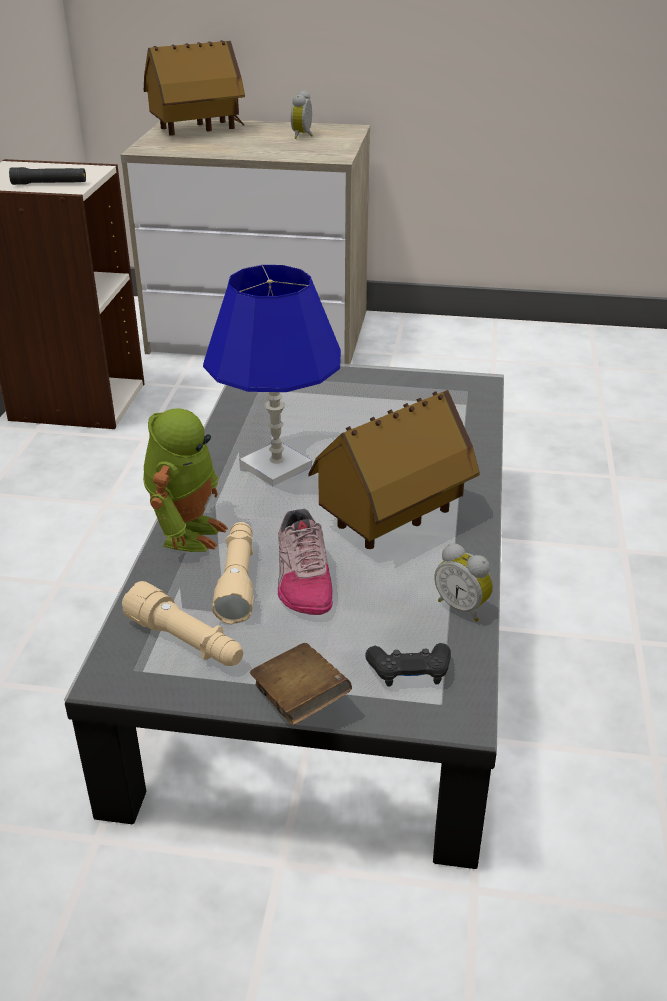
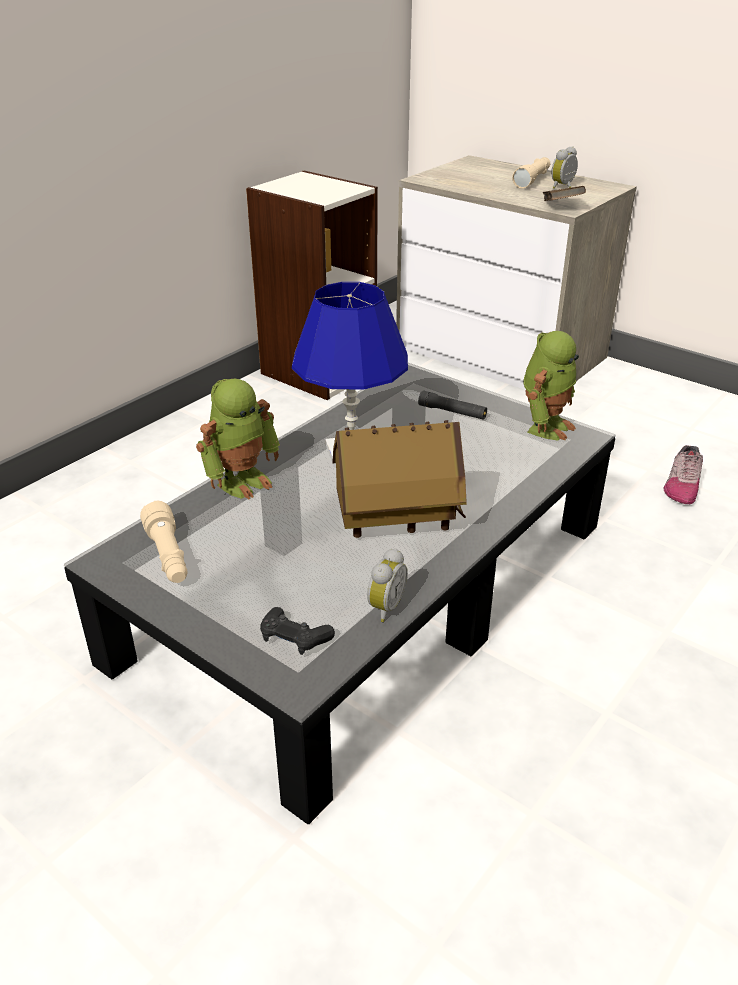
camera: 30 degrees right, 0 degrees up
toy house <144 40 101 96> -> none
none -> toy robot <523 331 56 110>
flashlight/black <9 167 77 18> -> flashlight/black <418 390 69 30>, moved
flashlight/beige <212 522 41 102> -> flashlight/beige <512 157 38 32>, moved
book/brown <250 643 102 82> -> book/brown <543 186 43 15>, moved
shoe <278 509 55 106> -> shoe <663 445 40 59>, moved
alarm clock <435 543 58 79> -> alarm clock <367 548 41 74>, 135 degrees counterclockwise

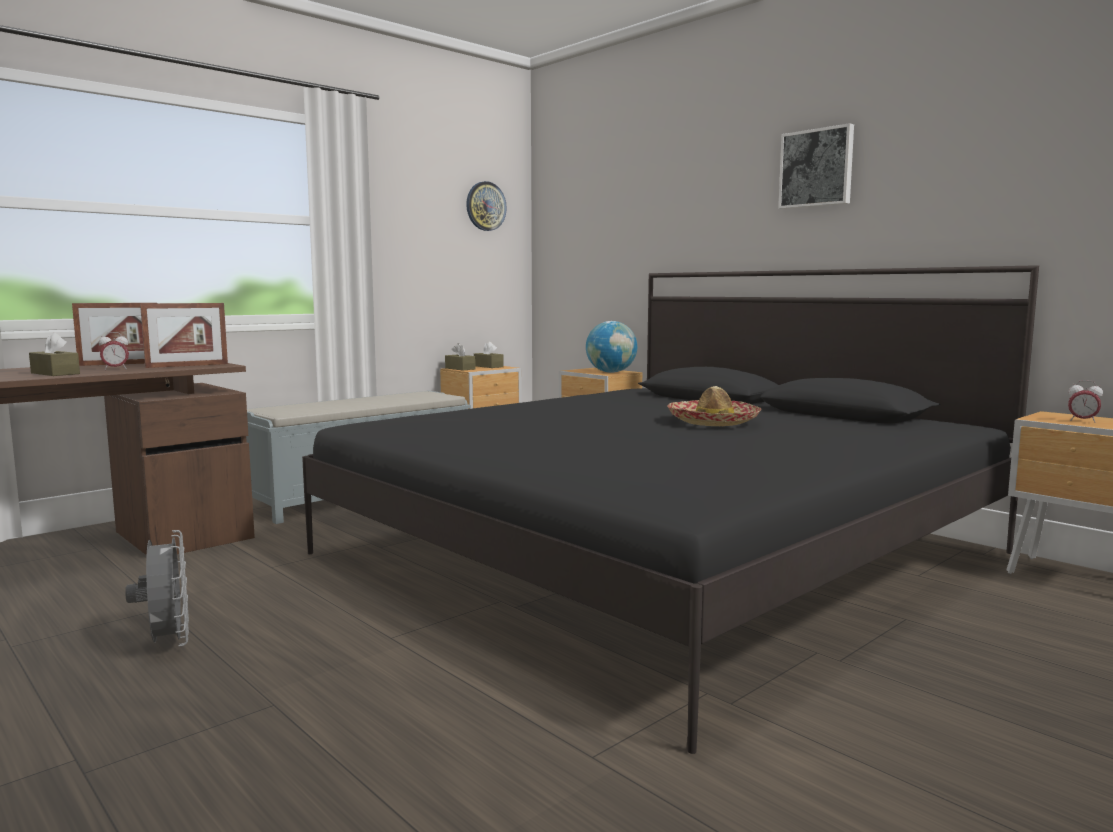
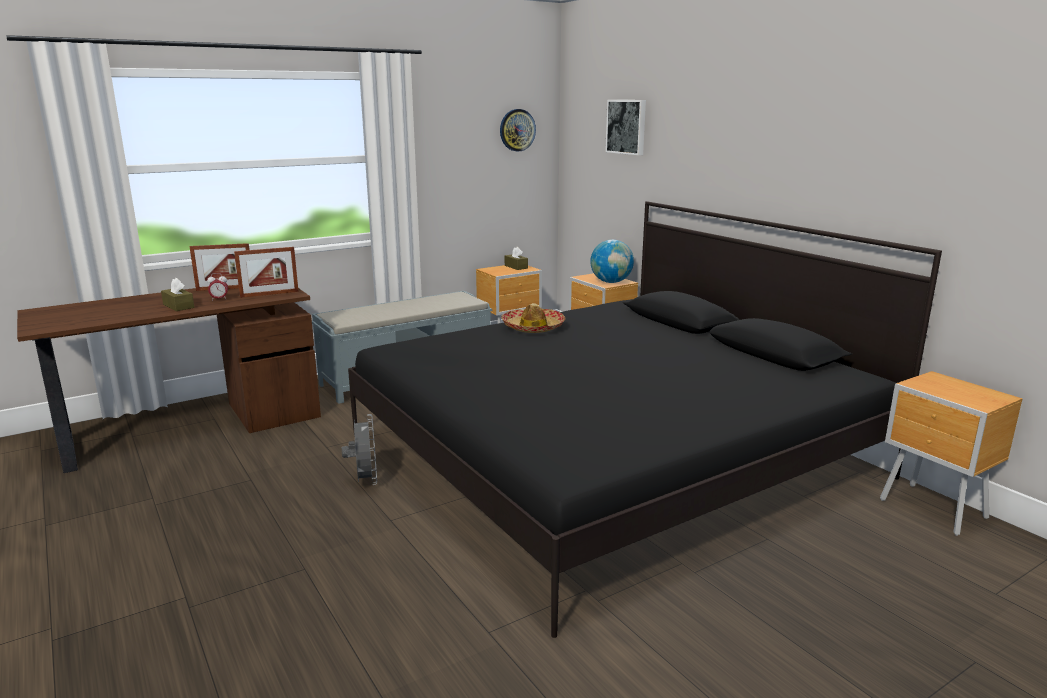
camera: 10 degrees right, 10 degrees up
tissue box/brown <445 343 31 27> -> none
alarm clock <1068 380 35 43> -> none
fan/grey <125 530 64 116> -> fan/grey <342 414 35 71>, moved
hat <667 386 95 40> -> hat <501 303 64 30>, moved
picture <778 123 76 86> -> picture <605 100 41 55>, moved

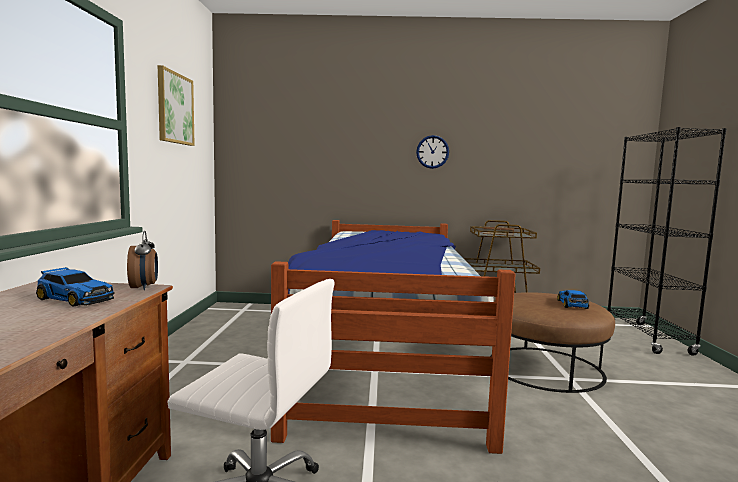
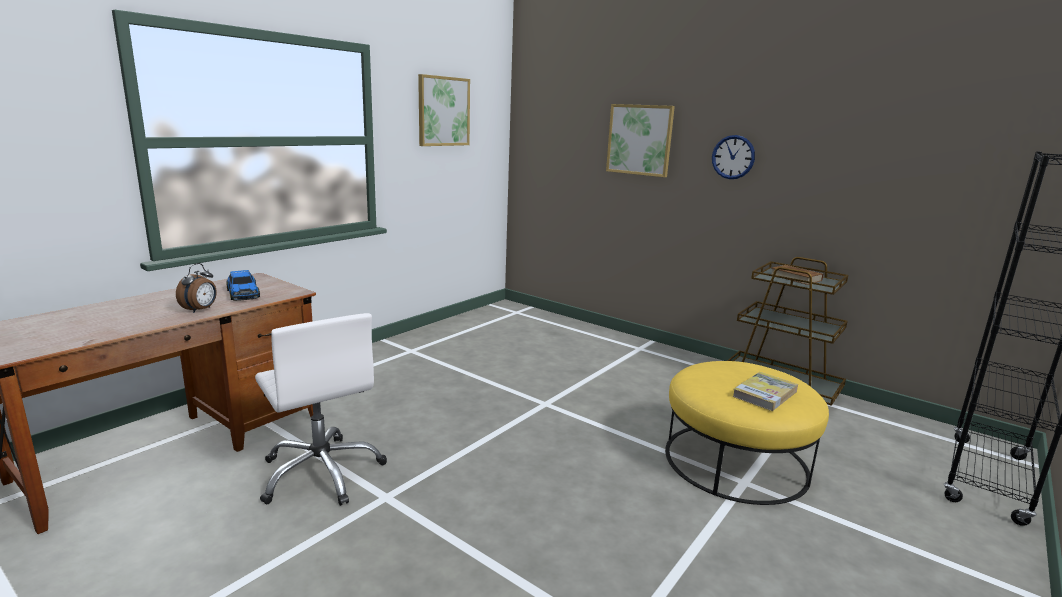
camera: 35 degrees right, 10 degrees up
bed <271 220 245 234> -> none
none -> picture <606 104 69 73>
alarm clock <127 231 31 59> -> alarm clock <176 263 41 50>, moved
toy car <557 290 32 19> -> book <732 372 66 39>
ottoman/brown <490 292 125 101> -> ottoman/yellow <665 361 164 144>

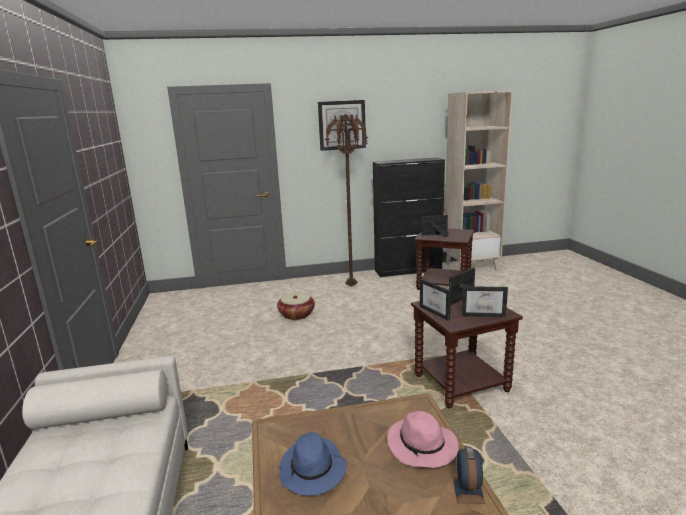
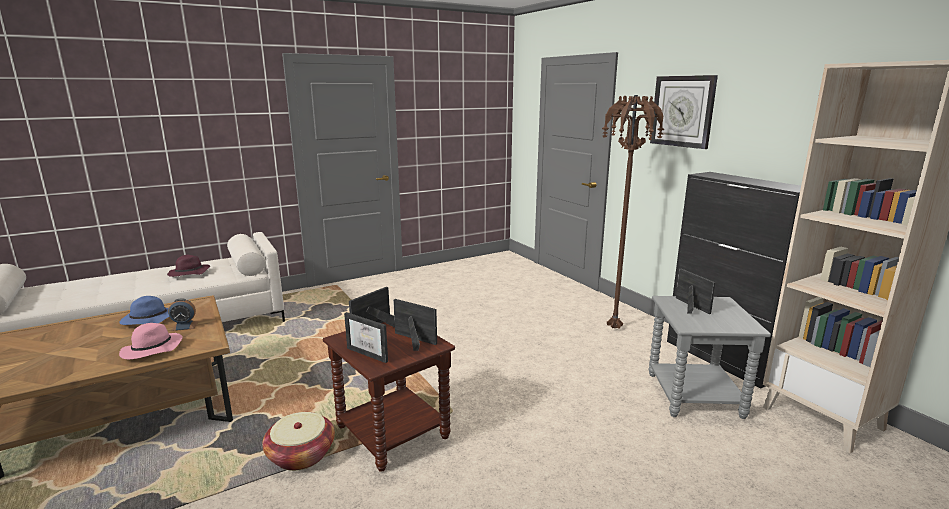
camera: 70 degrees right, 0 degrees up
none -> hat/purple <167 255 43 22>
basket <277 293 38 27> -> basket <262 412 73 59>, moved
alarm clock <453 447 32 57> -> alarm clock <168 298 30 33>, moved
side table/brown <414 228 60 62> -> side table/grey <648 296 123 123>
picture frame <462 286 46 31> -> picture frame <344 312 44 51>, 45 degrees counterclockwise

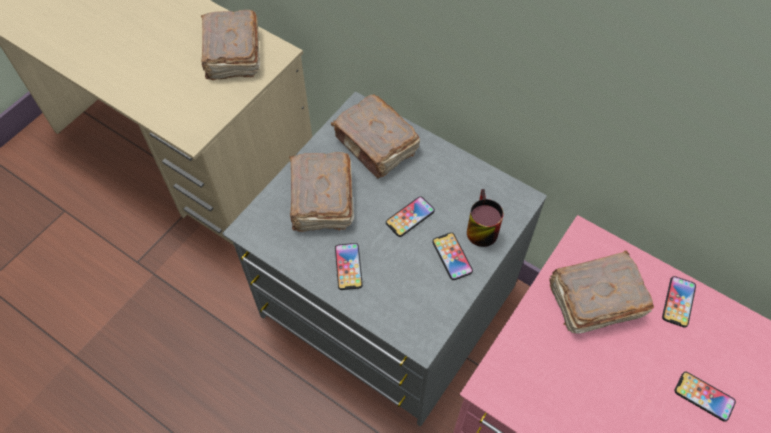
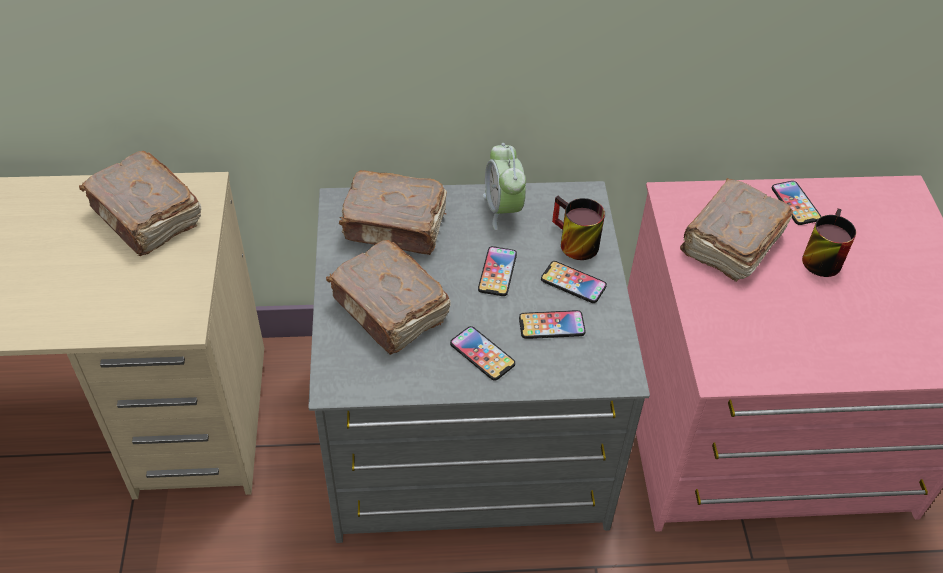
camera: 40 degrees left, 10 degrees down
none -> alarm clock <483 143 43 87>
none -> mug <802 209 54 68>
phone <674 372 62 50> -> phone <519 310 66 29>, moved

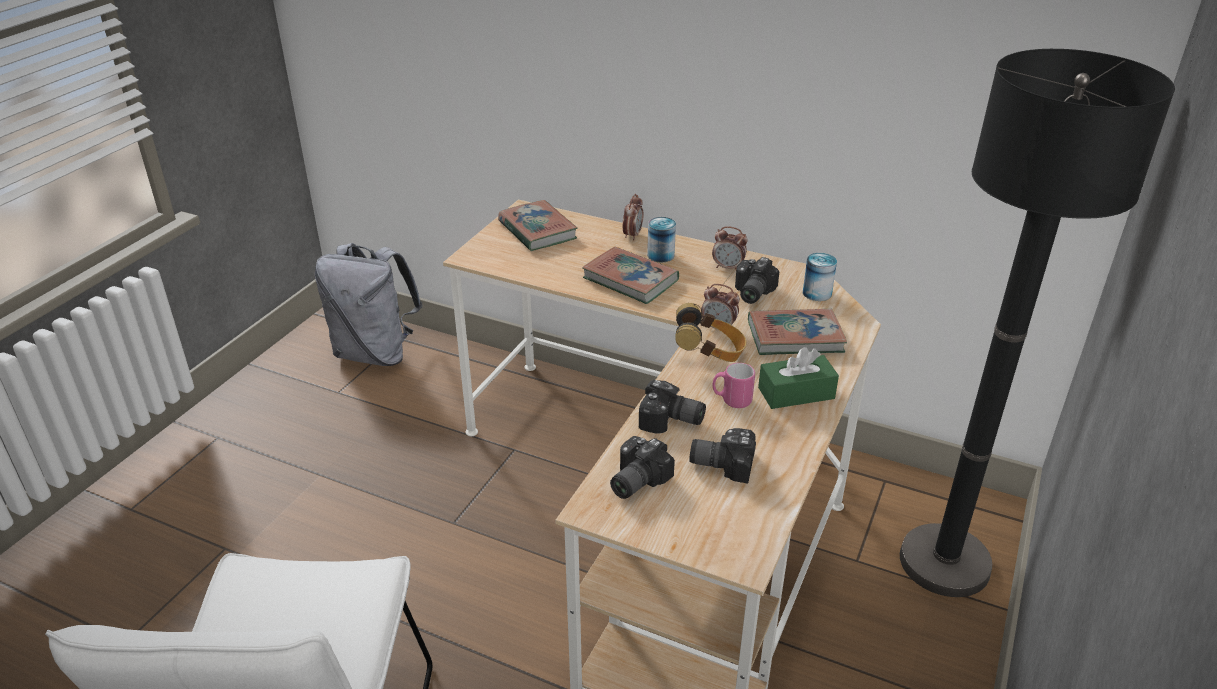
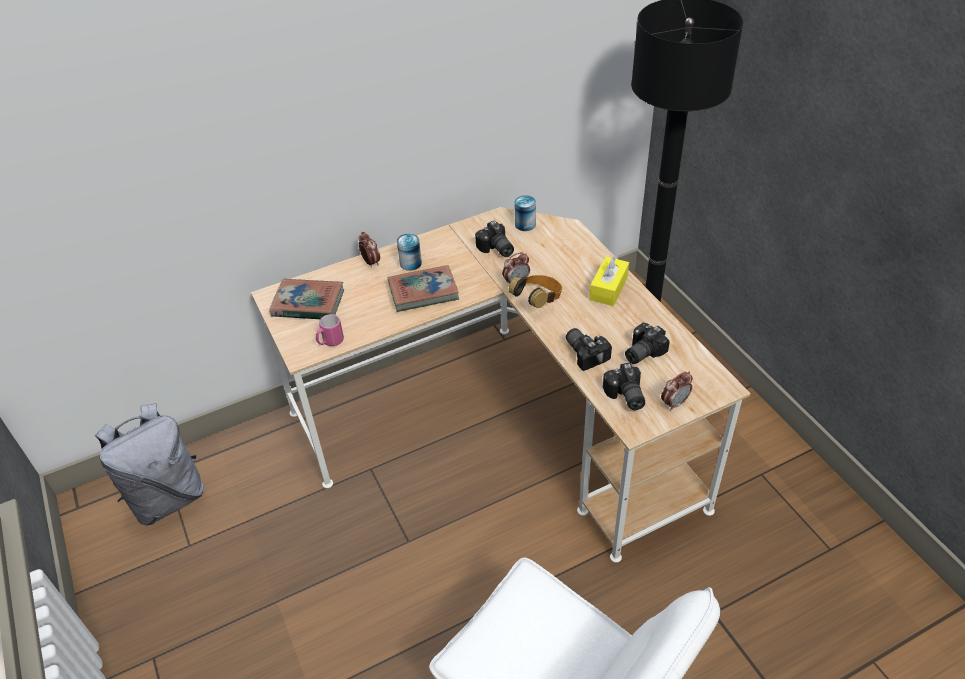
camera: 50 degrees left, 10 degrees up
book <748 309 99 46> -> none
alarm clock <712 226 36 43> -> alarm clock <661 371 32 40>, moved
mug/pink <713 363 42 45> -> mug/pink <316 314 28 32>, moved
tissue box/green <758 347 81 62> -> tissue box/yellow <590 255 39 51>
photo camera <639 380 67 54> -> photo camera <566 328 46 43>, 90 degrees counterclockwise

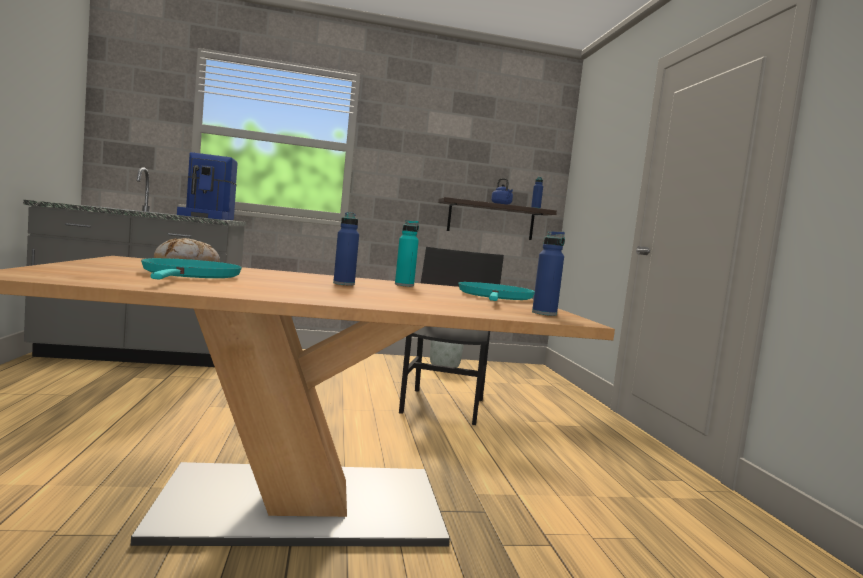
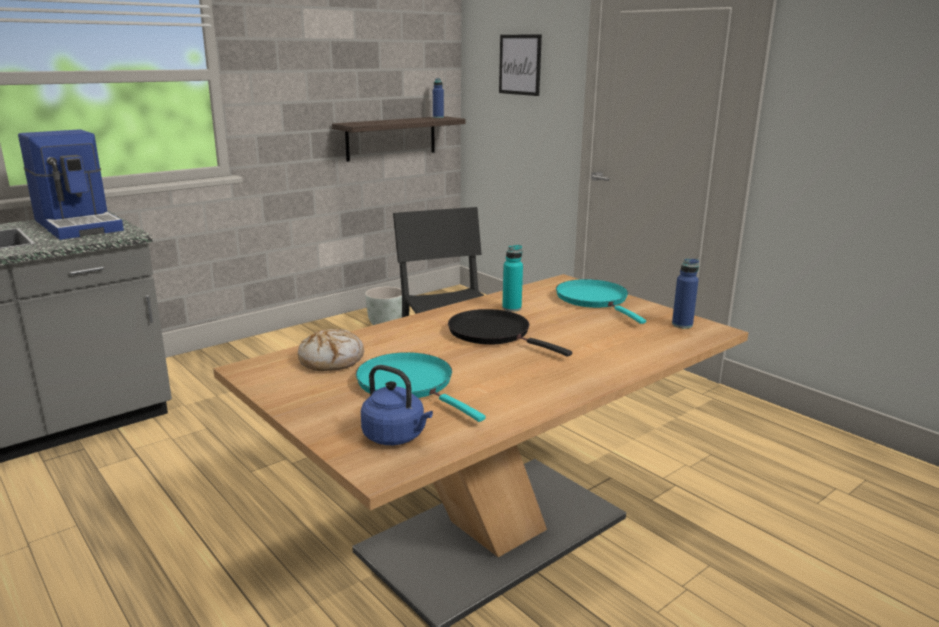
camera: 30 degrees left, 15 degrees up
none -> picture <499 34 43 62>
kettle/blue <491 178 22 27> -> kettle/blue <361 365 72 80>, moved
bottle/blue <333 212 26 74> -> frying pan/black <448 309 124 48>

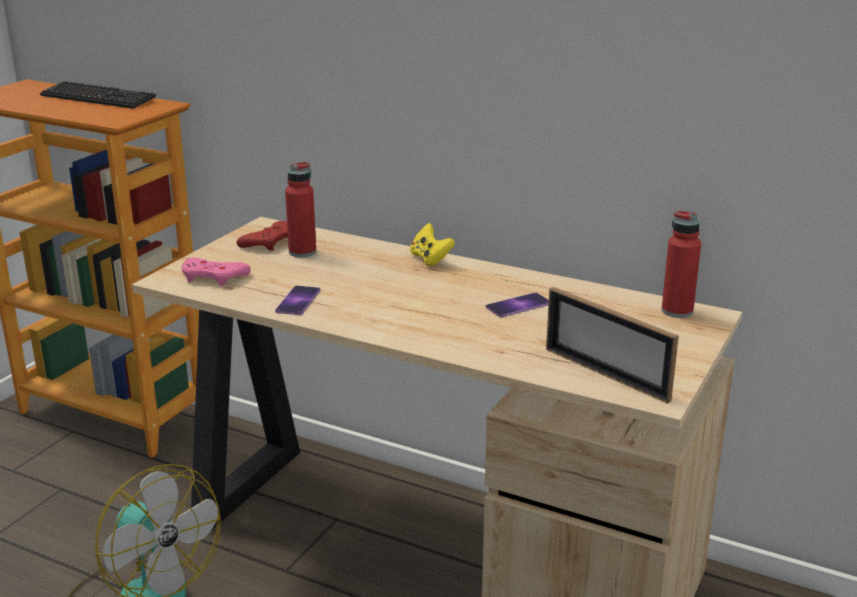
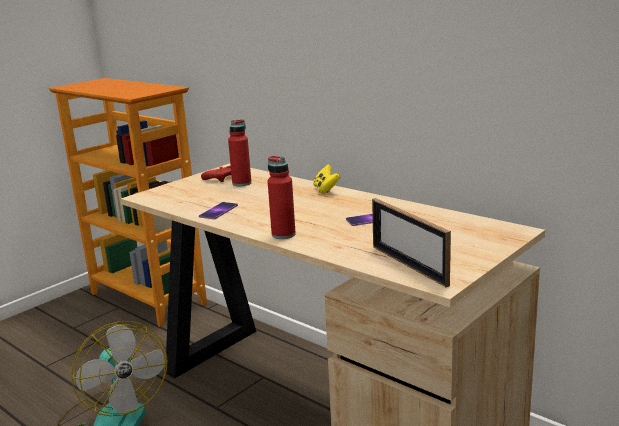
camera: 15 degrees right, 5 degrees down
keyboard <40 81 116 28> -> none
game controller/pink <182 258 69 28> -> none
bottle/red <661 211 40 107> -> bottle/red <268 156 28 83>, moved

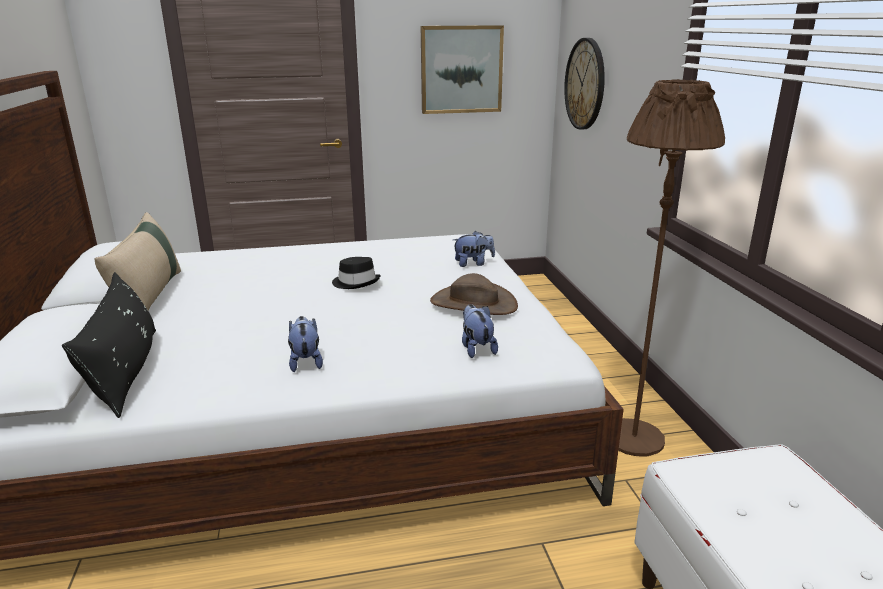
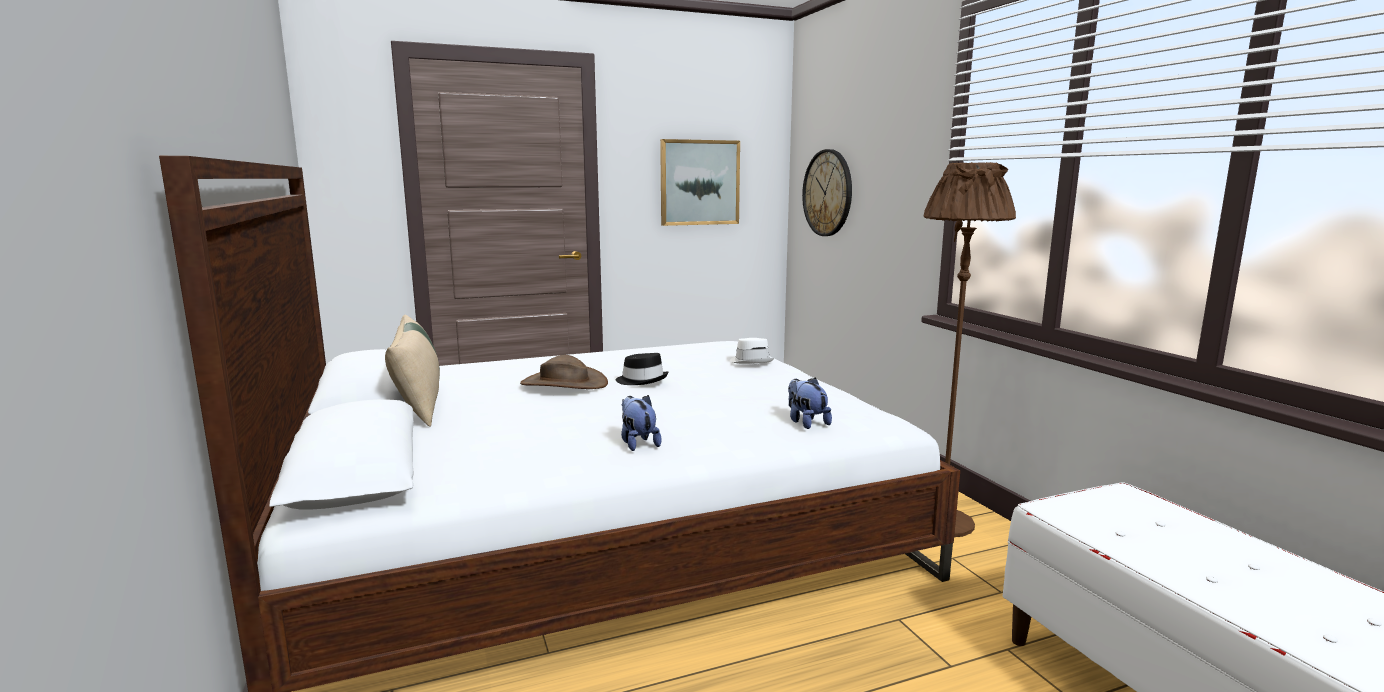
camera: 10 degrees left, 10 degrees down
pillow/black <62 272 94 146> -> none
hat/brown <430 273 88 42> -> hat/brown <520 355 88 34>, moved
plush toy <453 231 42 36> -> hat/white <730 338 44 26>

